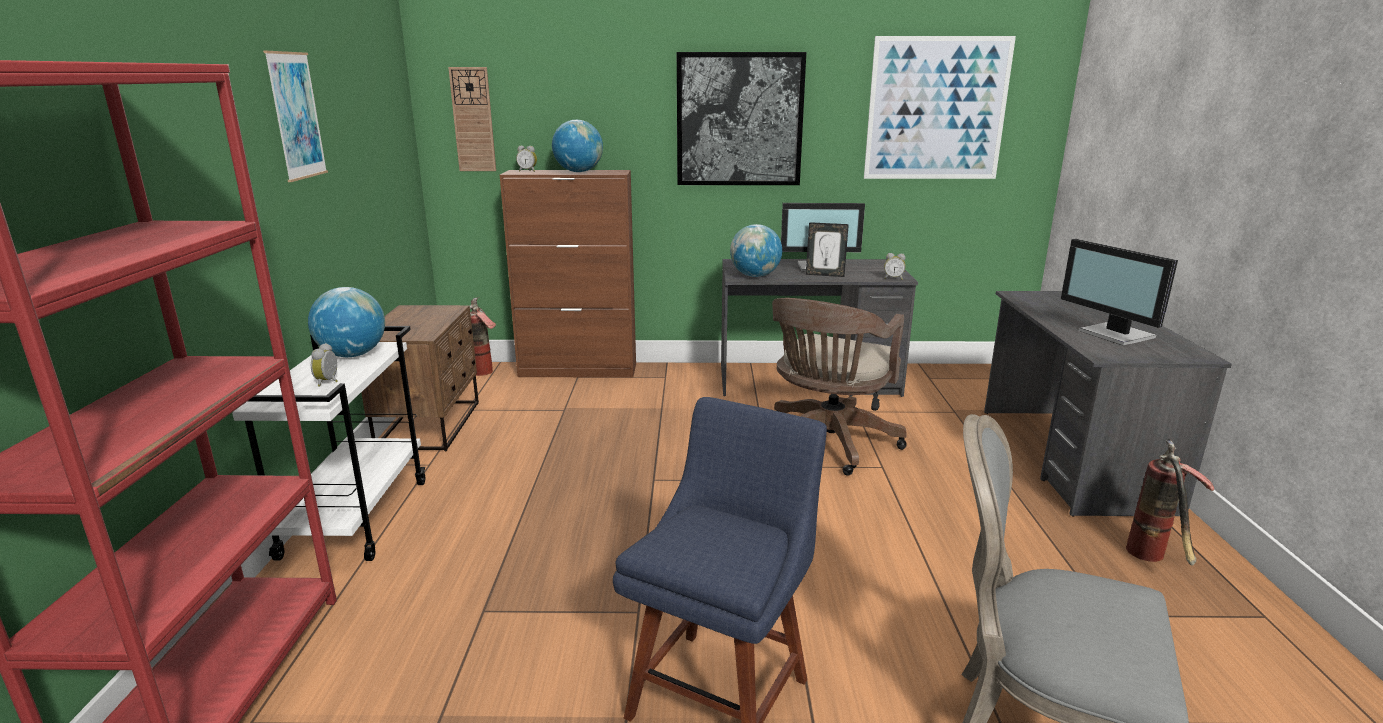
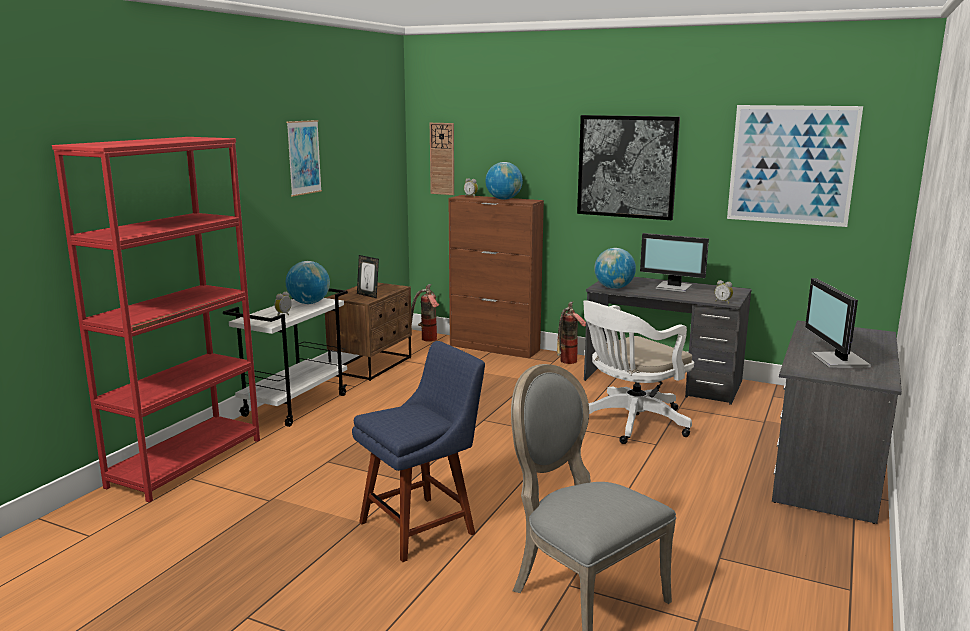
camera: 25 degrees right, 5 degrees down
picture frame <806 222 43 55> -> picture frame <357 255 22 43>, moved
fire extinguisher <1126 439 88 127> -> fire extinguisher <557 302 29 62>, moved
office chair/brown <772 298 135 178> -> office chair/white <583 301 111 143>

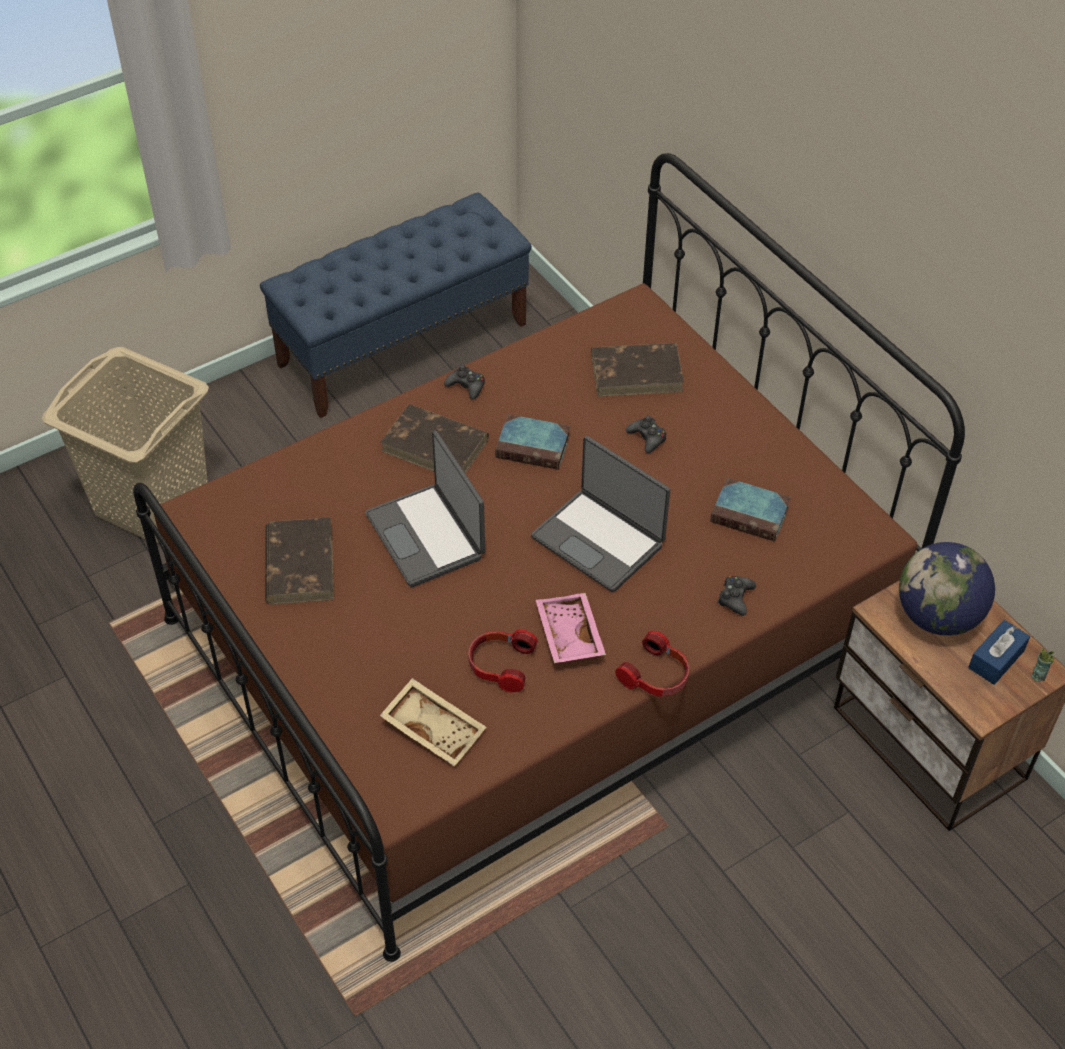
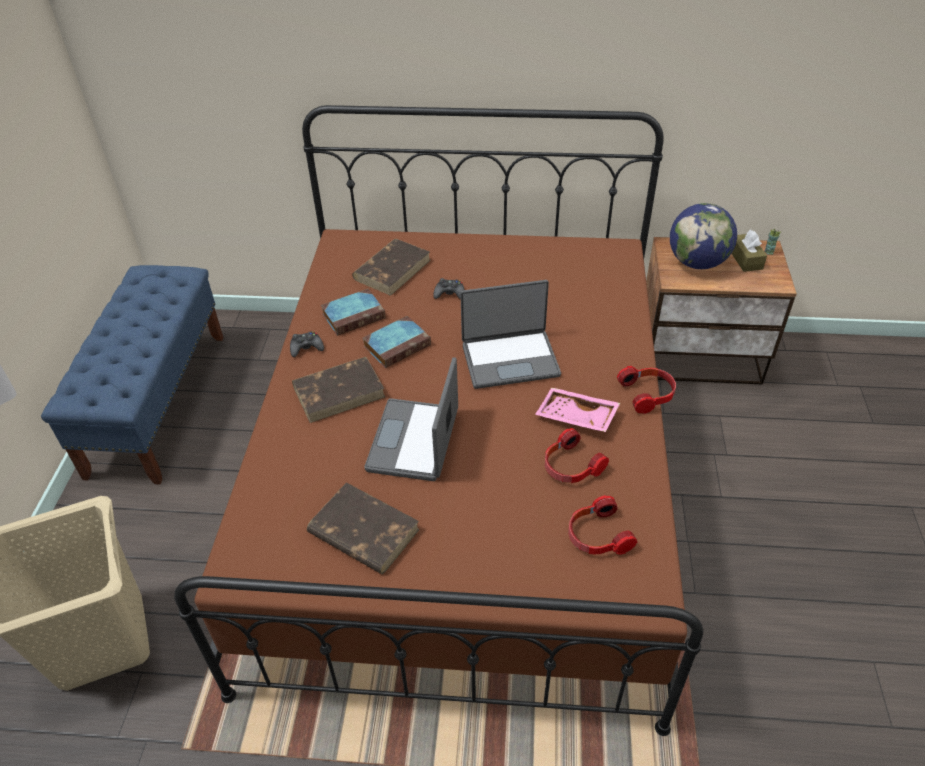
camera: 50 degrees left, 5 degrees down
game controller/black <717 575 39 41> -> none
book <710 478 81 64> -> book <321 289 64 47>, moved
tray/beige <380 678 106 89> -> headphones <568 495 69 60>
tissue box/blue <968 620 62 65> -> tissue box/brown <731 230 36 42>
laptop <365 431 120 156> -> laptop <364 357 94 124>, 90 degrees clockwise

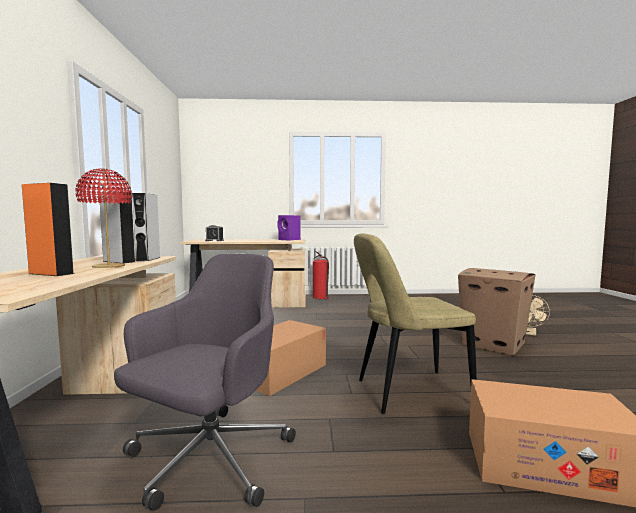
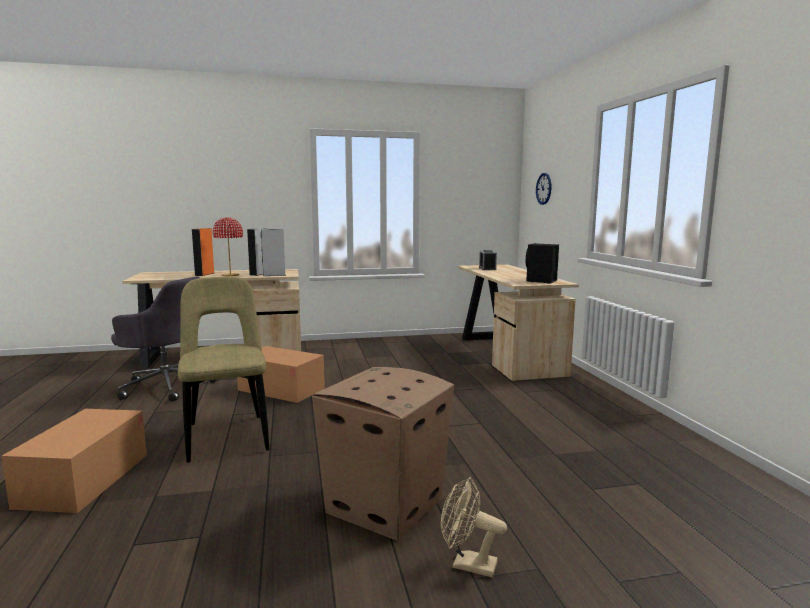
camera: 80 degrees right, 5 degrees up
fire extinguisher <313 251 16 48> -> none
none -> wall clock <536 173 16 32>
speaker/purple <277 215 24 26> -> speaker/black <526 243 33 41>

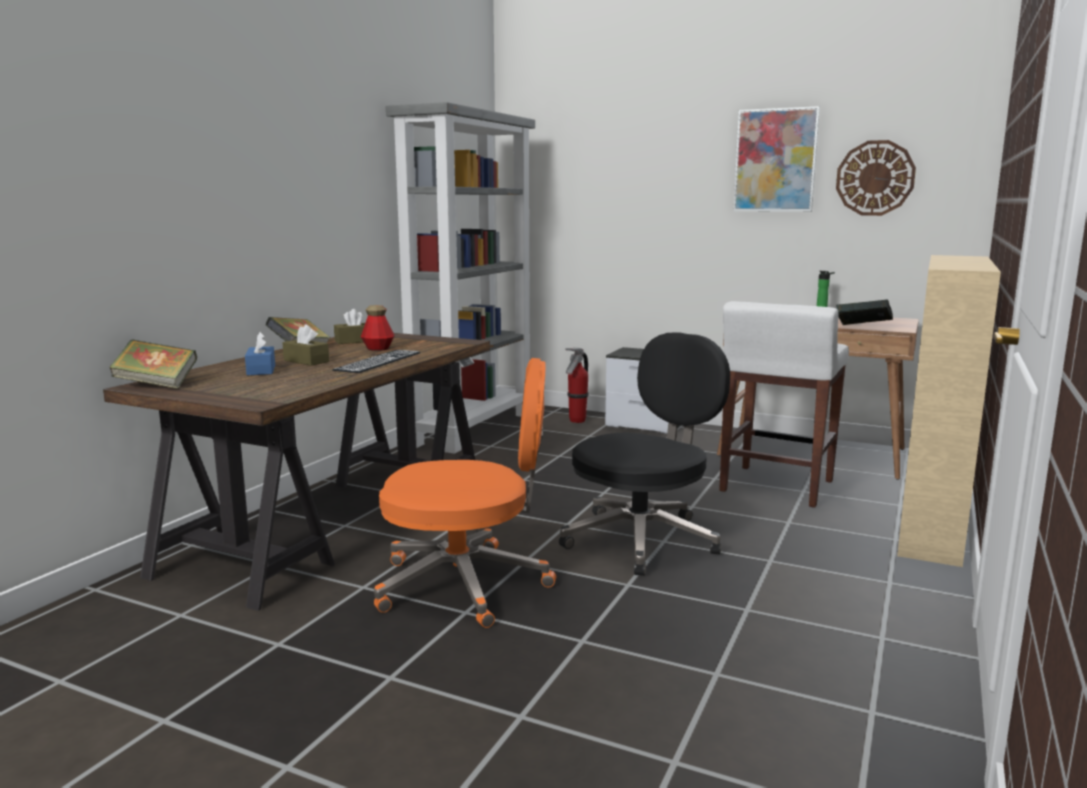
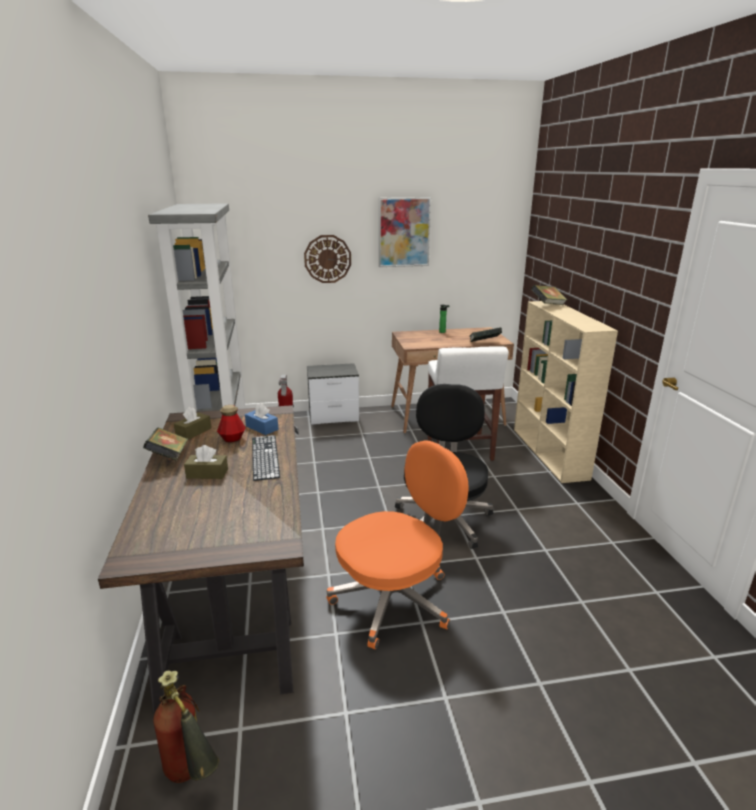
camera: 35 degrees left, 10 degrees up
none -> fire extinguisher <153 671 66 112>
book <109 339 88 50> -> book <531 285 36 20>, moved
tissue box/blue <245 332 30 43> -> tissue box/blue <245 403 33 32>, moved
wall clock <836 140 80 76> -> wall clock <304 235 47 48>, moved

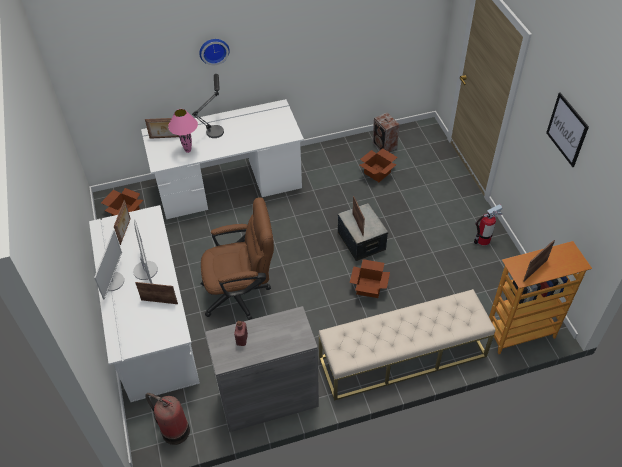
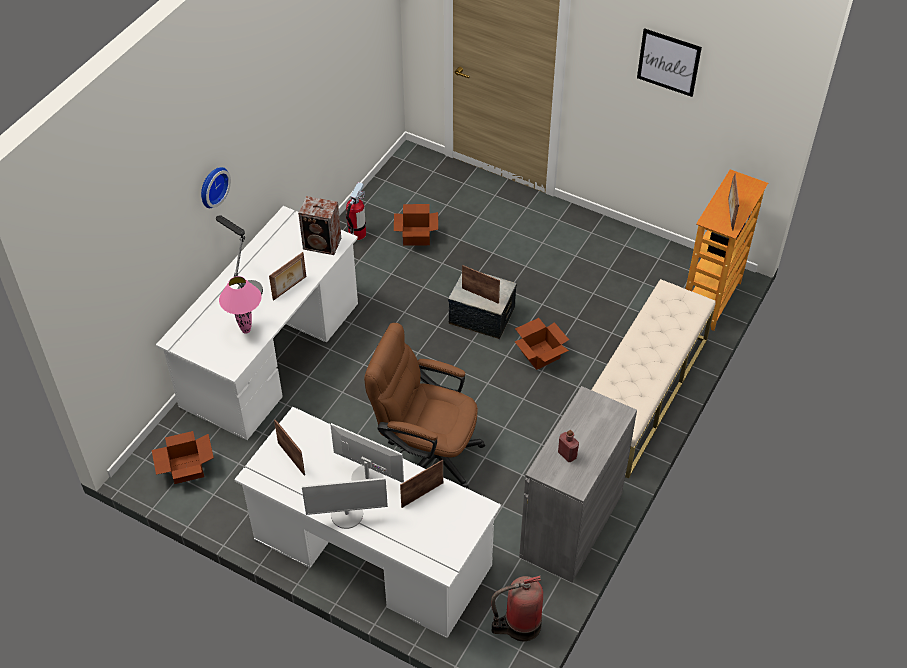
camera: 45 degrees left, 0 degrees up
picture frame <145 118 34 21> -> picture frame <269 252 37 49>, moved
speaker <372 113 28 39> -> speaker <298 196 43 59>, moved
fire extinguisher <474 204 29 41> -> fire extinguisher <346 182 20 58>, moved
monitor <94 230 30 70> -> monitor <302 478 86 51>, 120 degrees clockwise
office chair/brown <201 197 73 123> -> office chair/brown <364 323 121 165>, 105 degrees counterclockwise

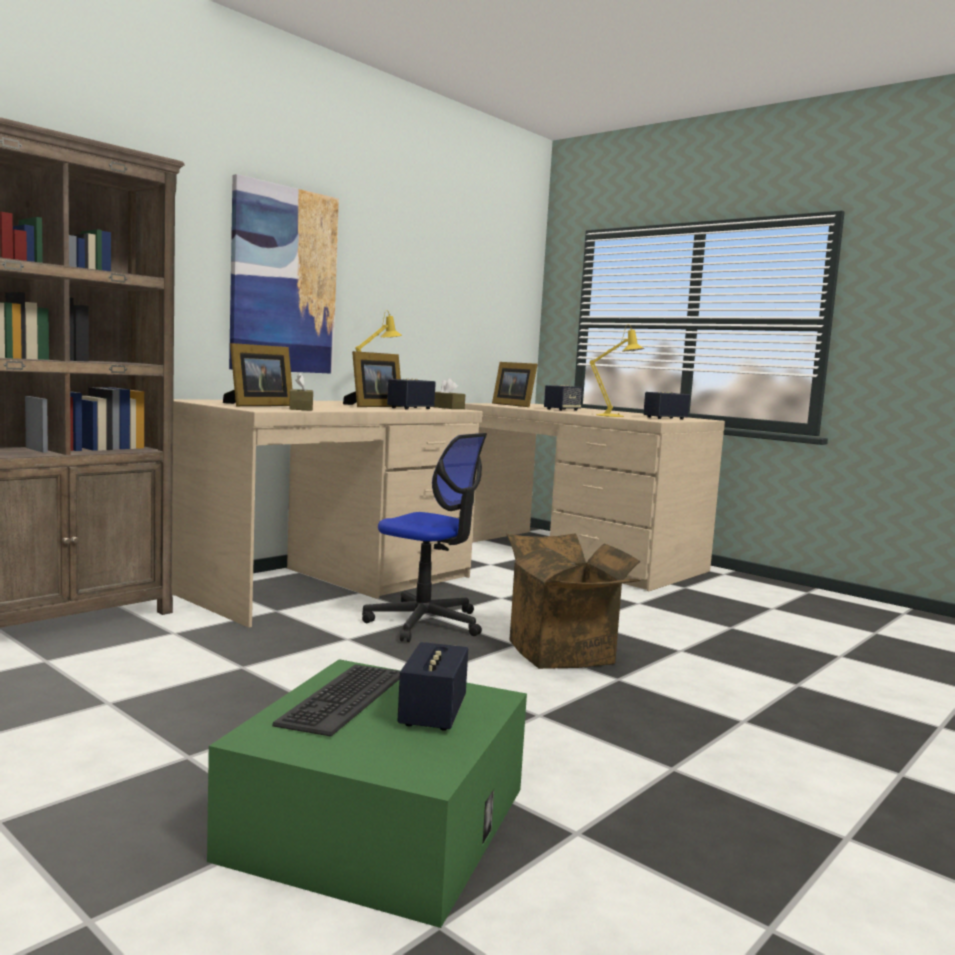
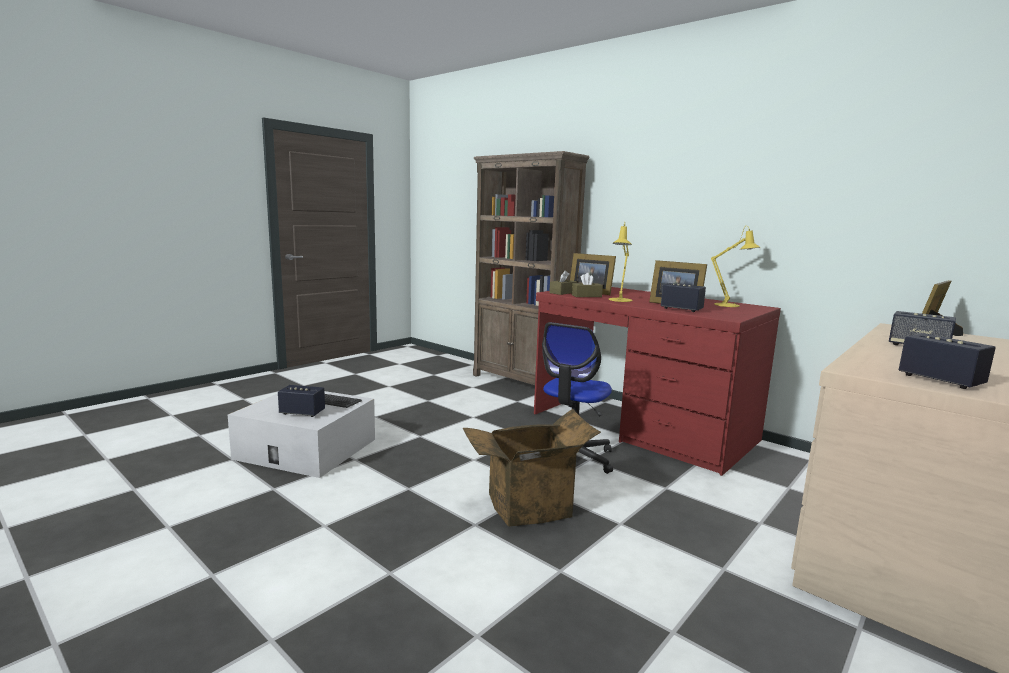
camera: 90 degrees right, 5 degrees up
picture <229 174 110 200> -> none
tissue box/brown <434 378 31 31> -> tissue box/brown <550 270 27 25>, moved
table lamp/yellow <590 324 54 93> -> table lamp/yellow <608 222 24 80>, moved
desk/beige <172 399 311 229> -> desk/red <534 287 247 189>
storage box/green <207 659 320 269> -> storage box/white <228 391 147 87>

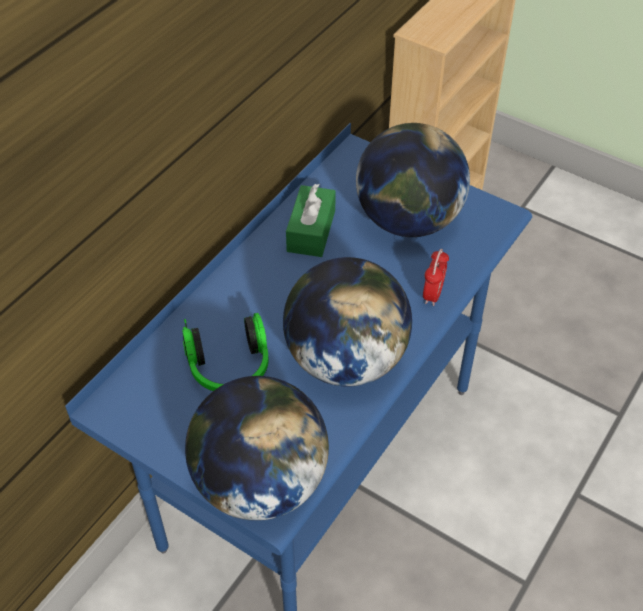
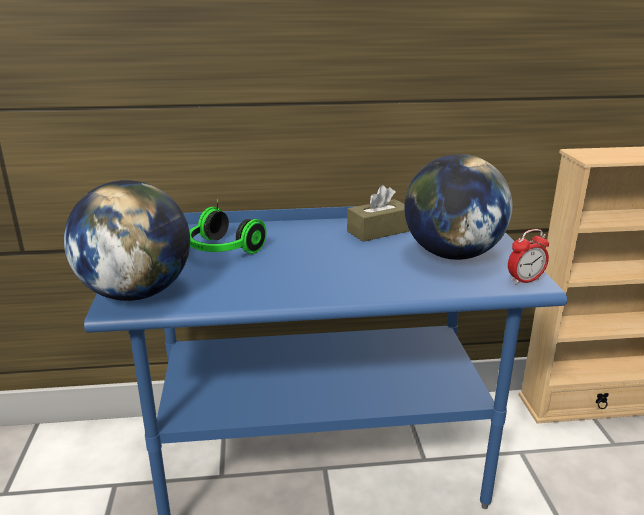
camera: 50 degrees right, 25 degrees down
globe <283 257 129 130> -> none
alarm clock <423 249 26 57> -> alarm clock <508 229 41 56>, moved
tissue box/green <286 184 50 73> -> tissue box/brown <347 185 63 57>

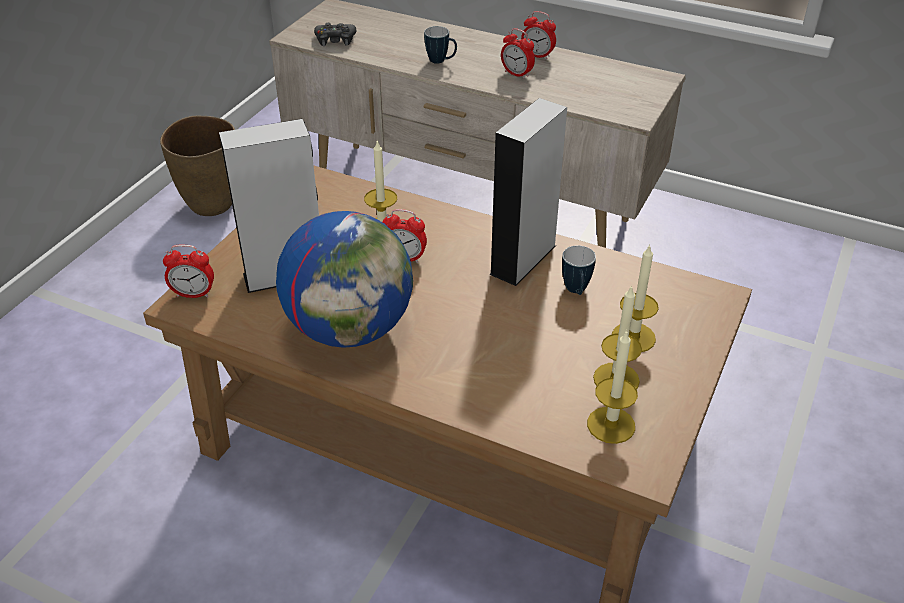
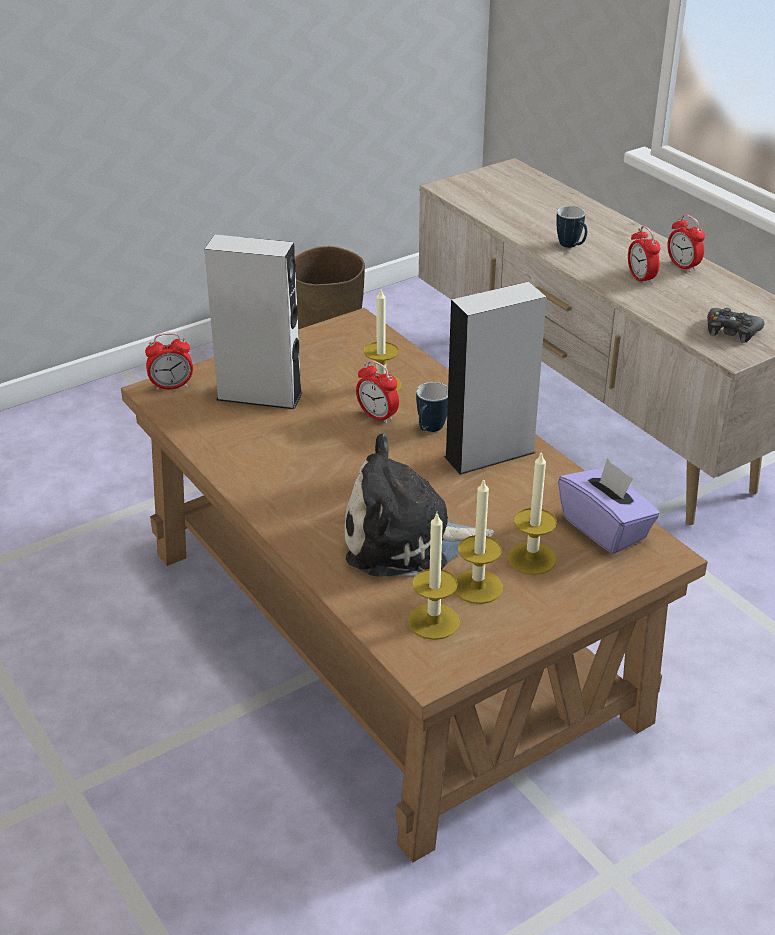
camera: 30 degrees right, 5 degrees down
globe <276 211 137 137> -> none
none -> plush toy <345 433 149 144>
none -> tissue box/purple <558 458 102 96>
game controller/black <314 23 42 23> -> game controller/black <707 308 58 35>, moved
mug <562 245 34 50> -> mug <416 382 32 50>, moved
alarm clock <163 245 51 53> -> alarm clock <145 333 48 58>, 45 degrees counterclockwise

